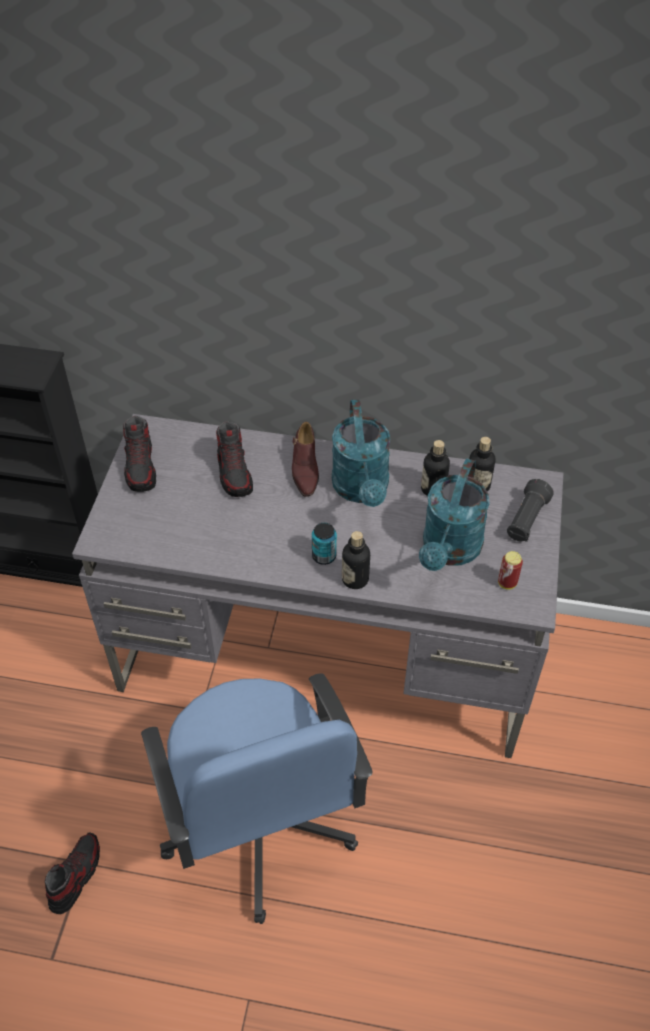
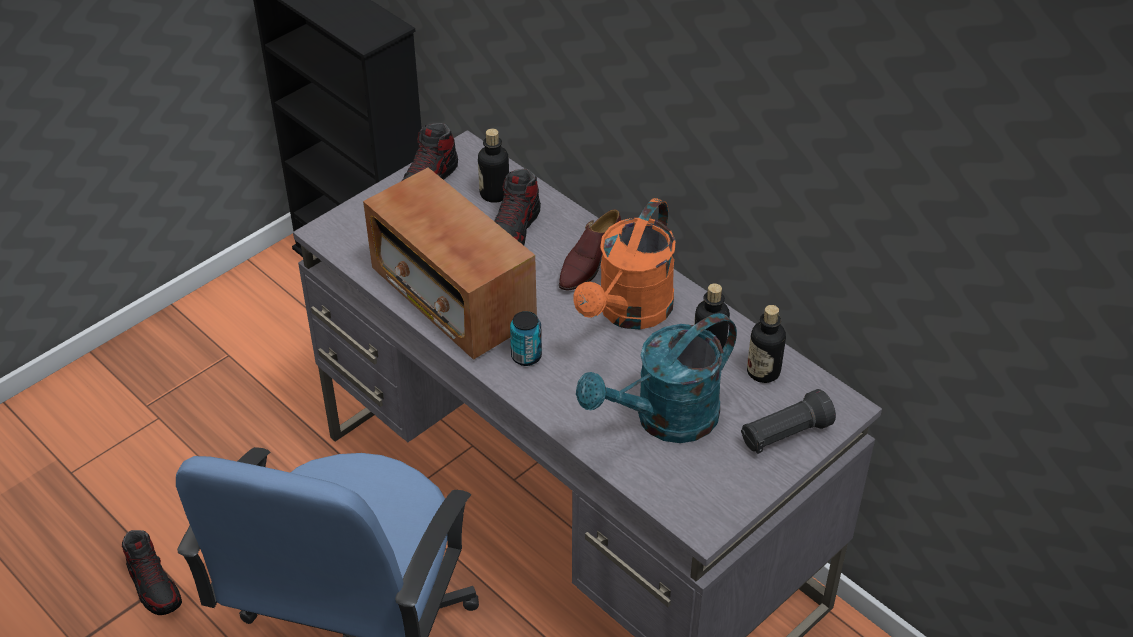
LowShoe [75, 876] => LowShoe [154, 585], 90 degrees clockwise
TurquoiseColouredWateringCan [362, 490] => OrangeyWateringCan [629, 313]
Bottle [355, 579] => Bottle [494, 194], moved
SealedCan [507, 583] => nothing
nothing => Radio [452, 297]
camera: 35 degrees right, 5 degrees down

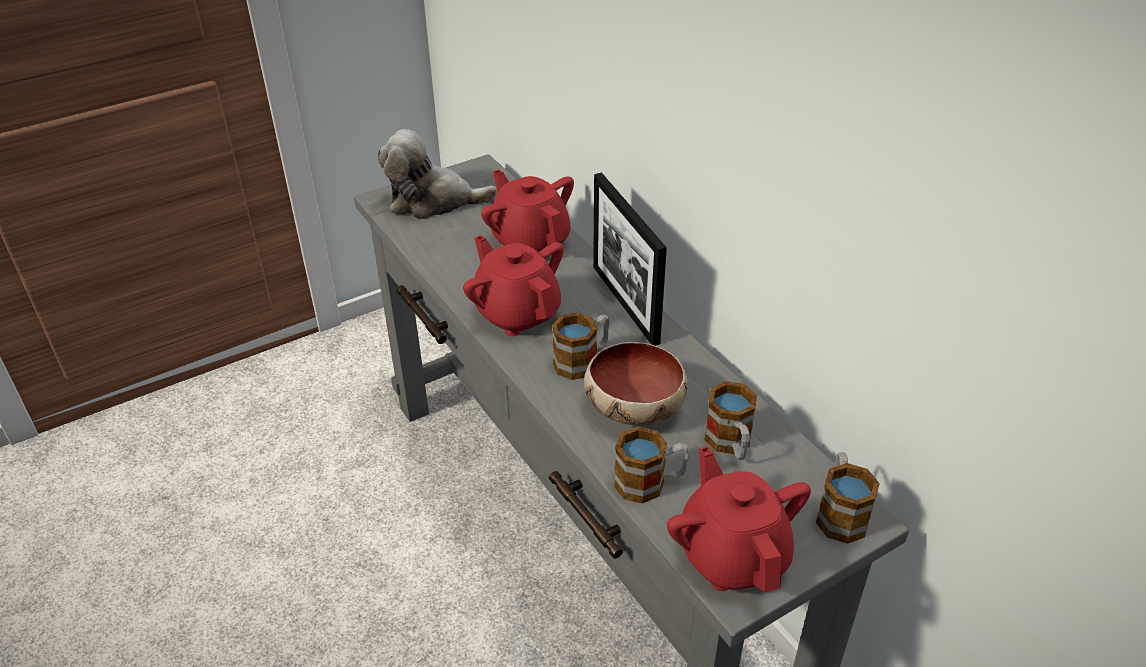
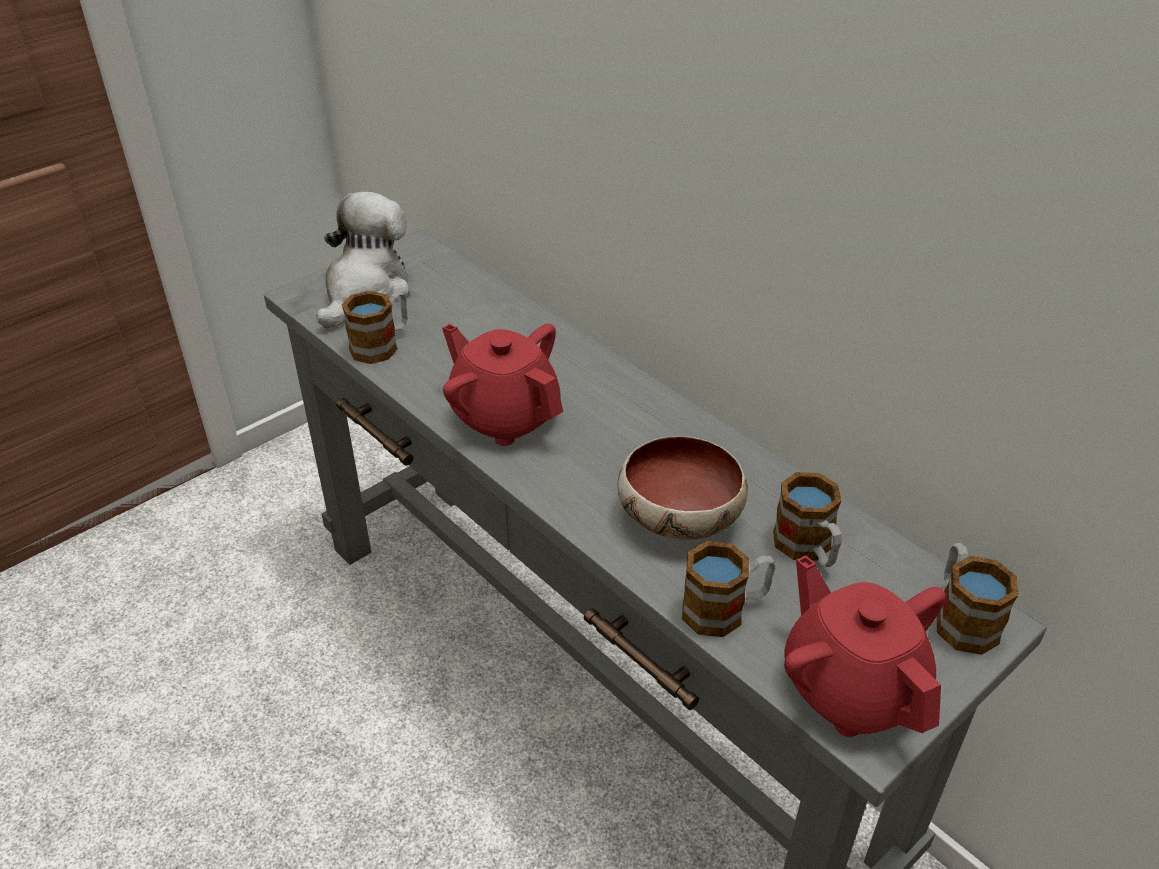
PlushToy [433, 201] => PlushToy [365, 291], 120 degrees clockwise
ReddishTeaPot [530, 241] => nothing
TeaMug [582, 360] => TeaMug [382, 345], moved
PictureFrame [625, 304] => nothing
camera: 10 degrees left, 0 degrees up

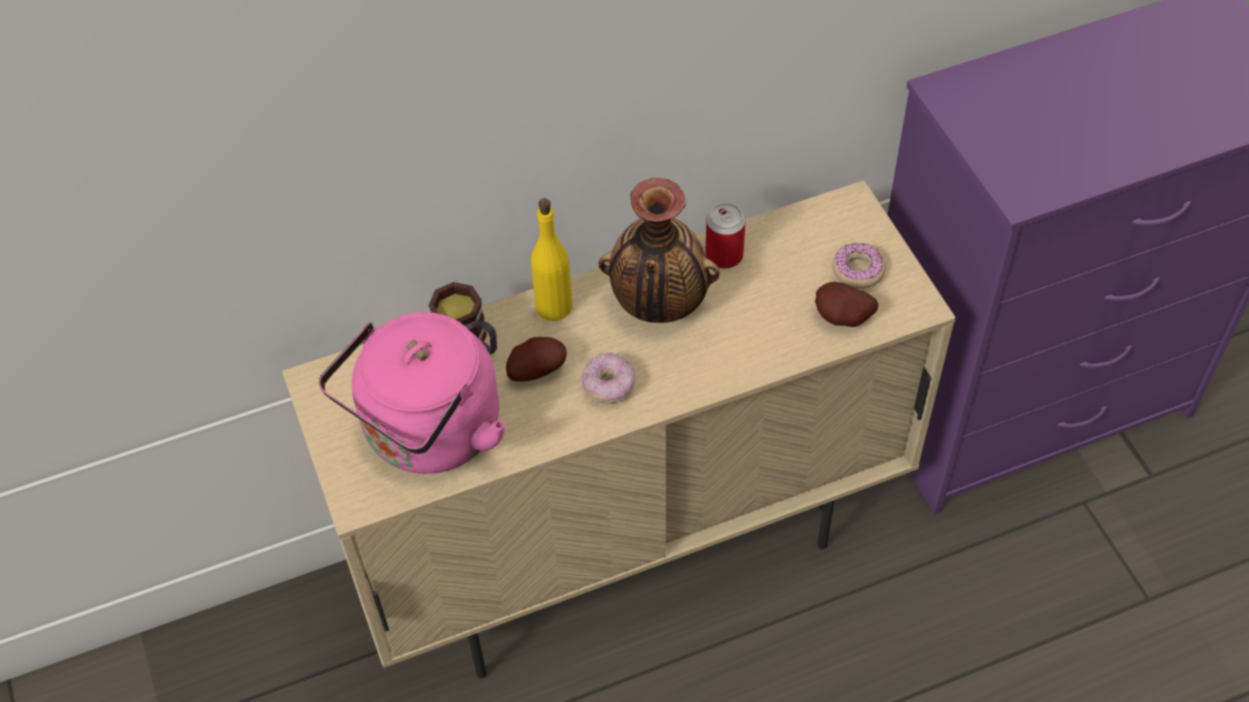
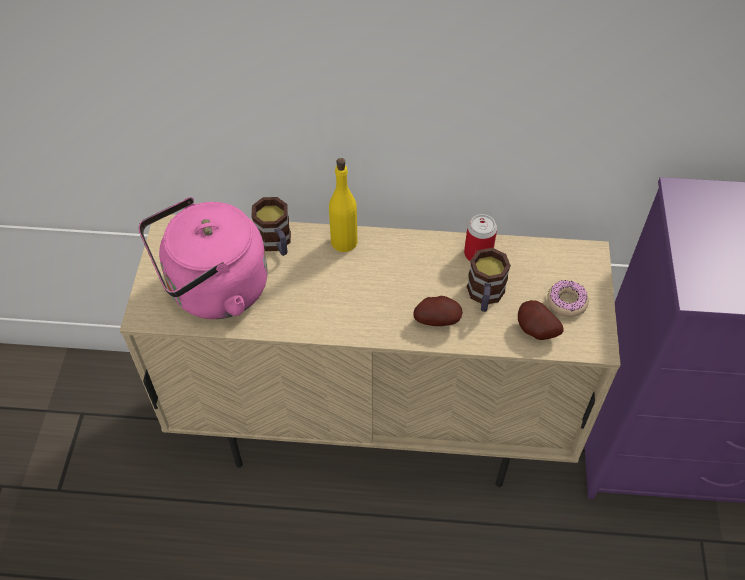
Potato [536, 370] => Potato [437, 319], moved
Doughnut [609, 386] => nothing
Vase [658, 304] => nothing
nothing => TeaMug [485, 296]
camera: 25 degrees right, 0 degrees up

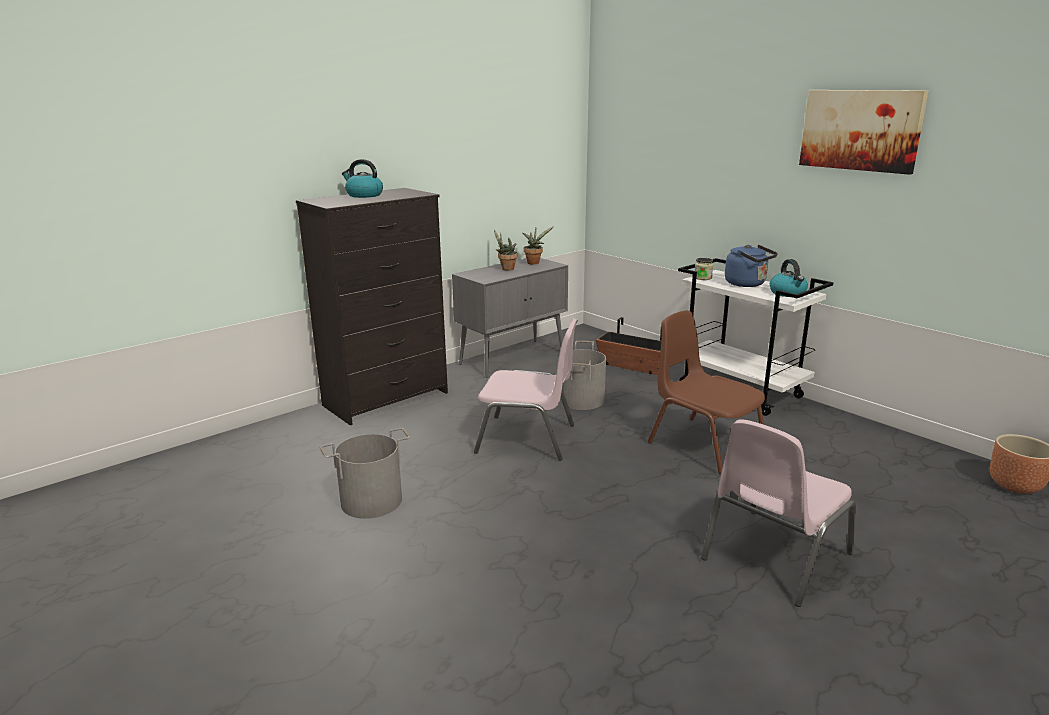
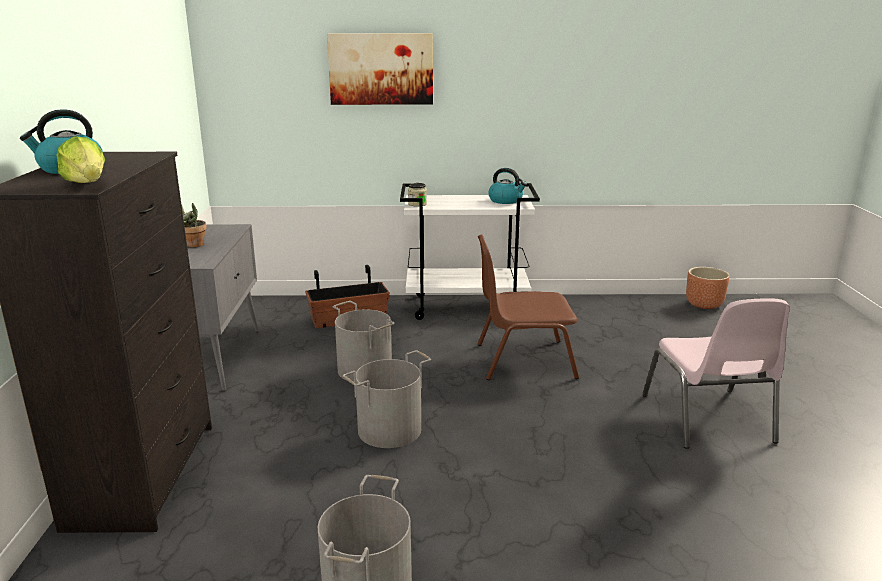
PinkColouredChair [528, 439] => GrayBucket [390, 430]
PlantInAPot [534, 262] => nothing
BlueColouredTeaKettle [747, 284] => nothing
Picture [860, 130] => Picture [381, 69], moved
nothing => HeadOfLettuce [87, 185]
camera: 50 degrees left, 0 degrees up

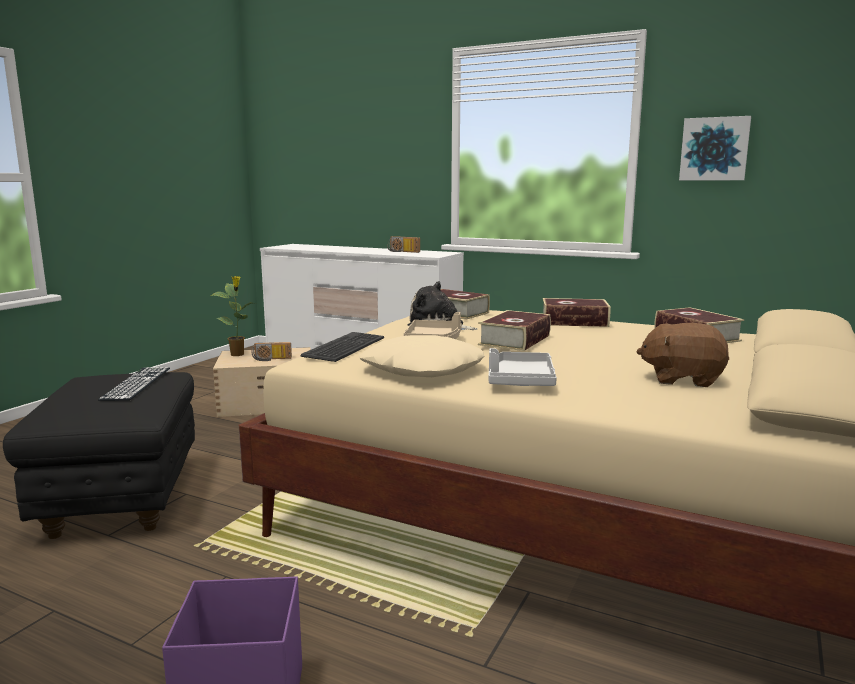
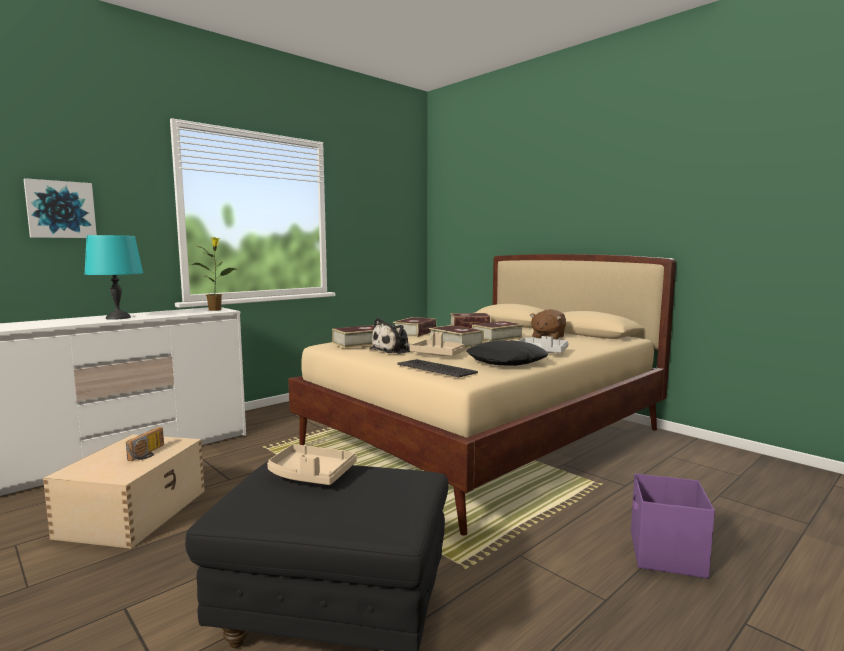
Keyboard [136, 383] => SandColouredCarryingTray [311, 475]
PlantInAPot [238, 354] => PlantInAPot [215, 310], moved
SandColouredThrowPillow [421, 369] => BlackishThrowPillow [506, 362]
Radio [402, 252] => nothing
Picture [714, 149] => Picture [61, 209], moved
nothing => TurquoiseColouredTabletopLamp [117, 318]
nothing => Volume [497, 337]
camera: 70 degrees left, 5 degrees down

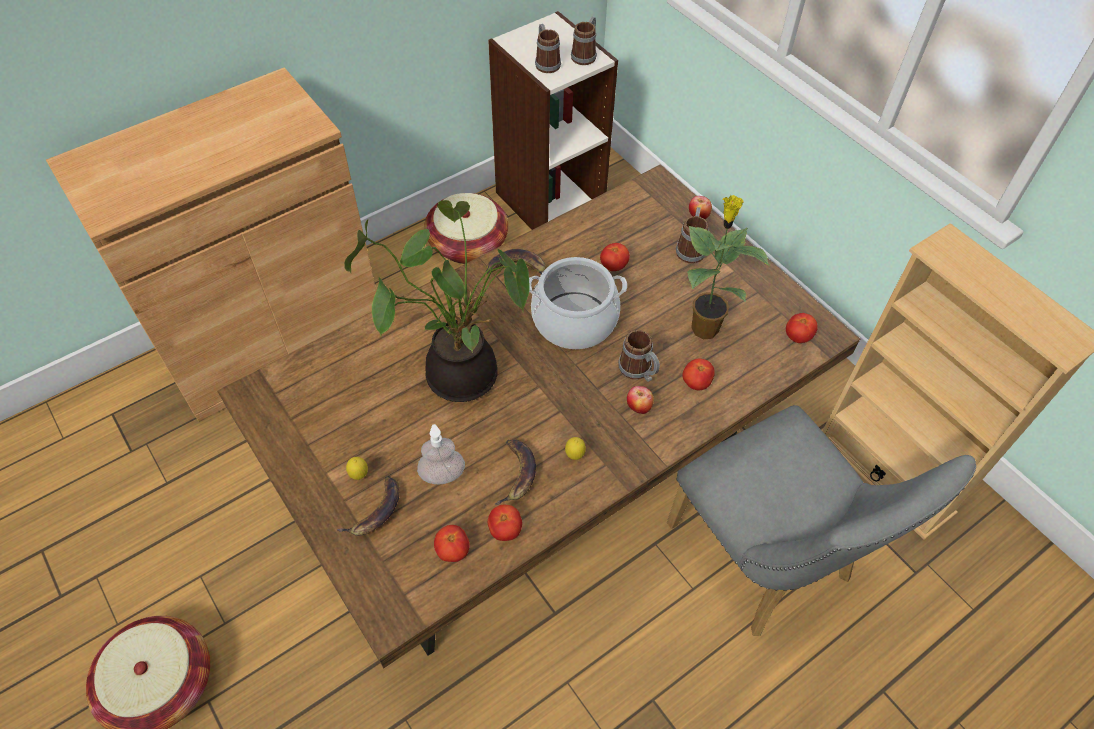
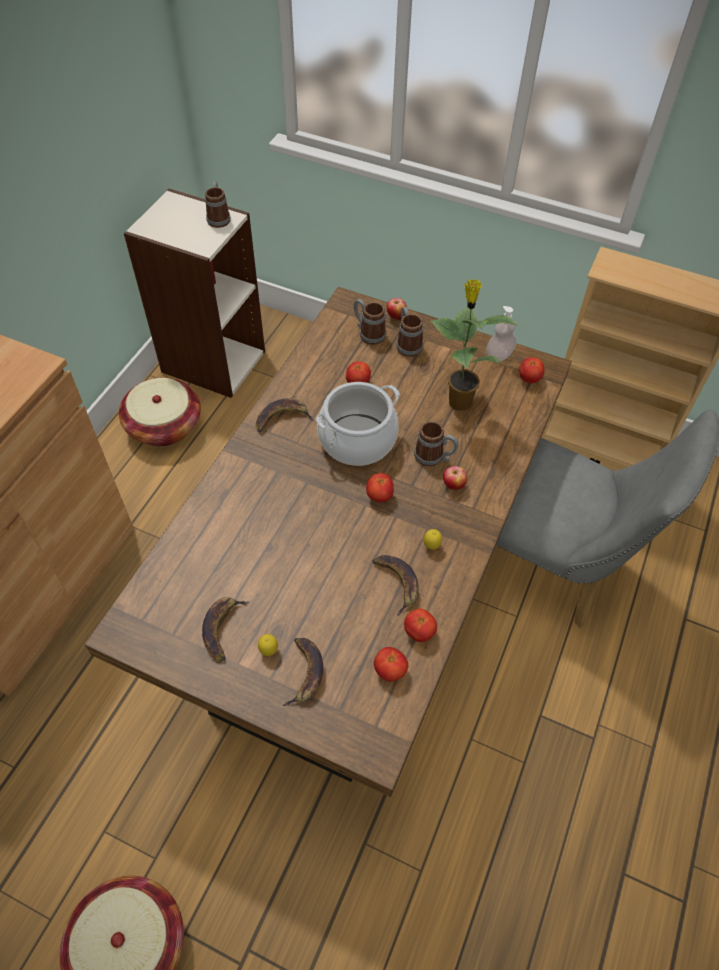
PlantInAPot [460, 370] => nothing
SoapBottle [442, 475] => SoapBottle [499, 355], moved
TeaMug [546, 62] => TeaMug [368, 333], moved
FreshTomato [696, 383] => FreshTomato [379, 496], moved
nothing => BananaFruit [222, 628]
camera: 30 degrees left, 0 degrees up

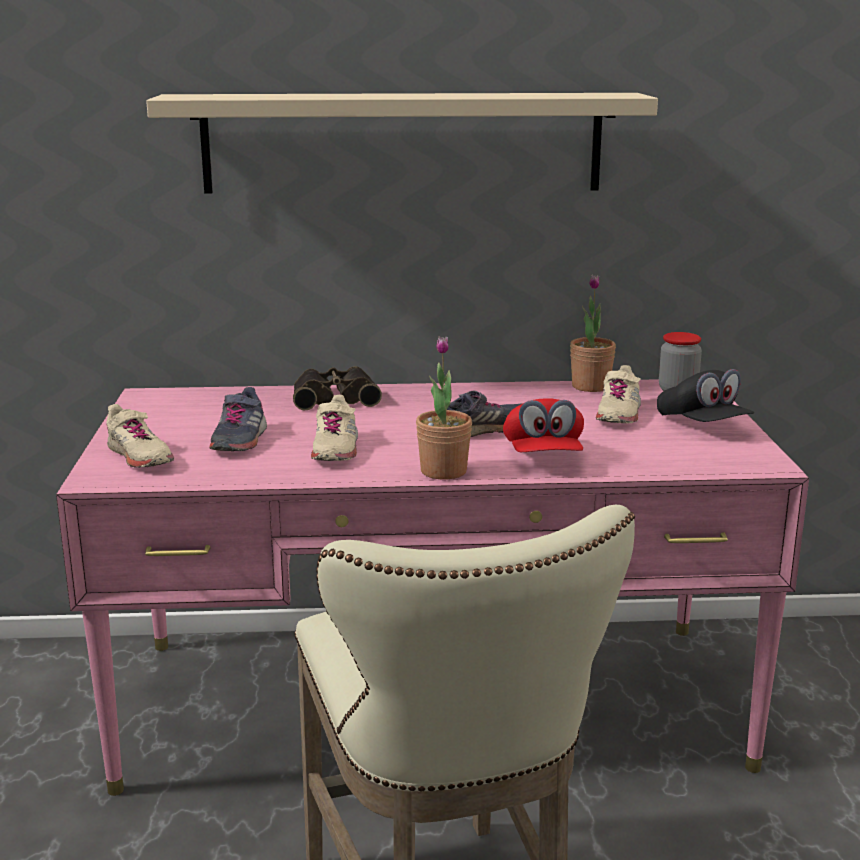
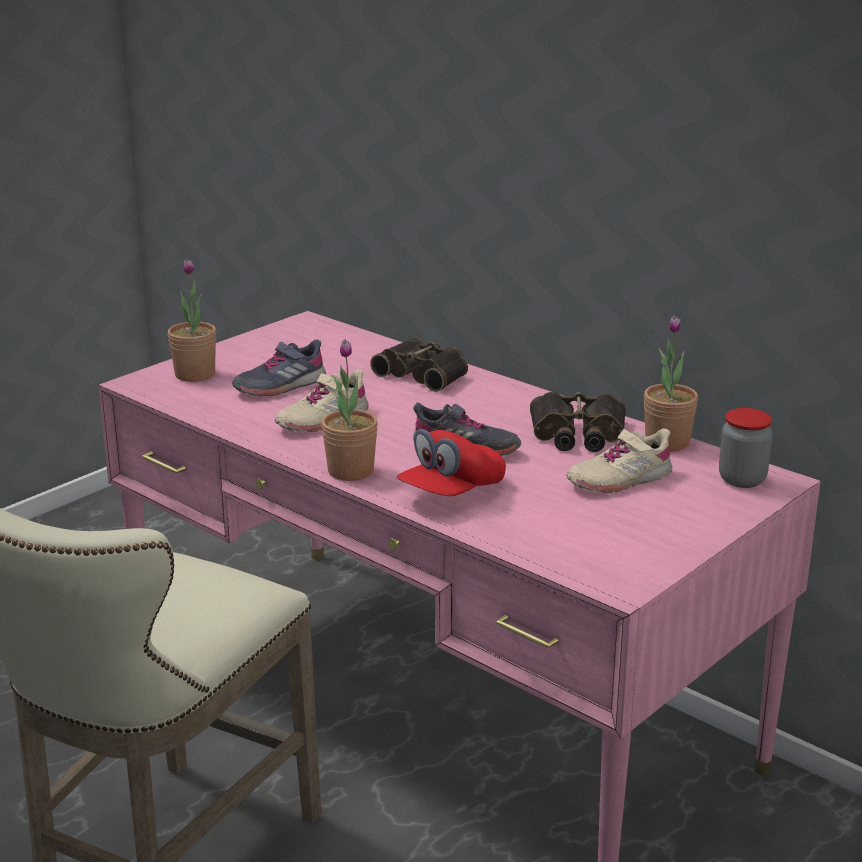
SandColouredLowShoe [139, 456] => PlantInAPot [195, 374]
SandColouredBracketShelf [402, 143] => nothing
BlackishCap [702, 425] => nothing
nothing => FieldGlasses [577, 434]
camera: 45 degrees right, 5 degrees up

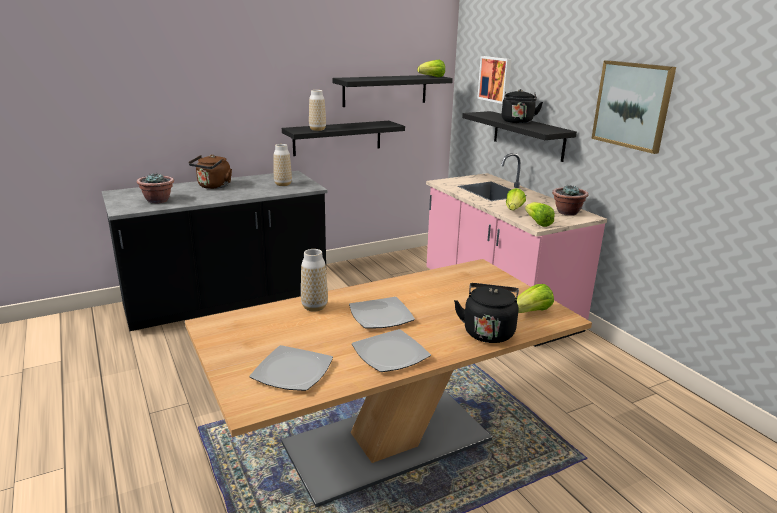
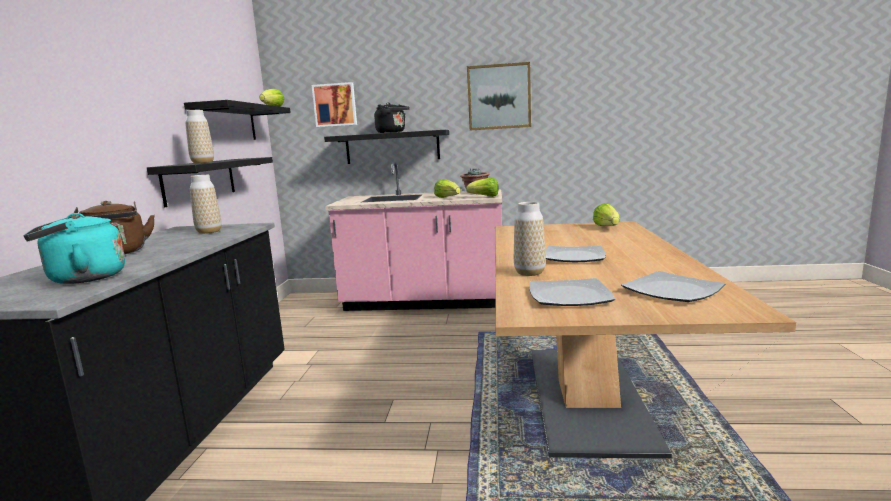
PlantInAPot [158, 200] => TurquoiseColouredTeaKettle [82, 279]
FlatDish [391, 354] => FlatDish [570, 296], moved
BlackishTeaKettle [488, 331] => nothing
camera: 55 degrees left, 10 degrees down

